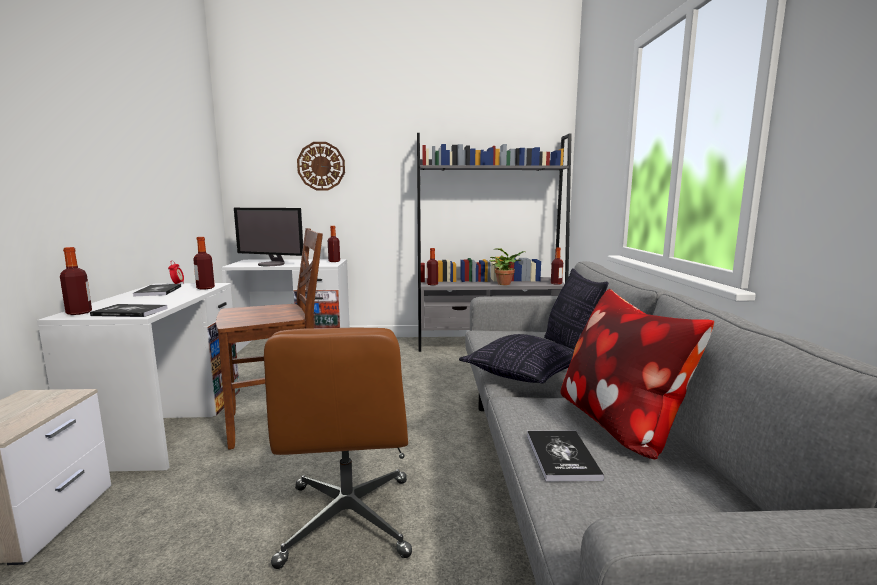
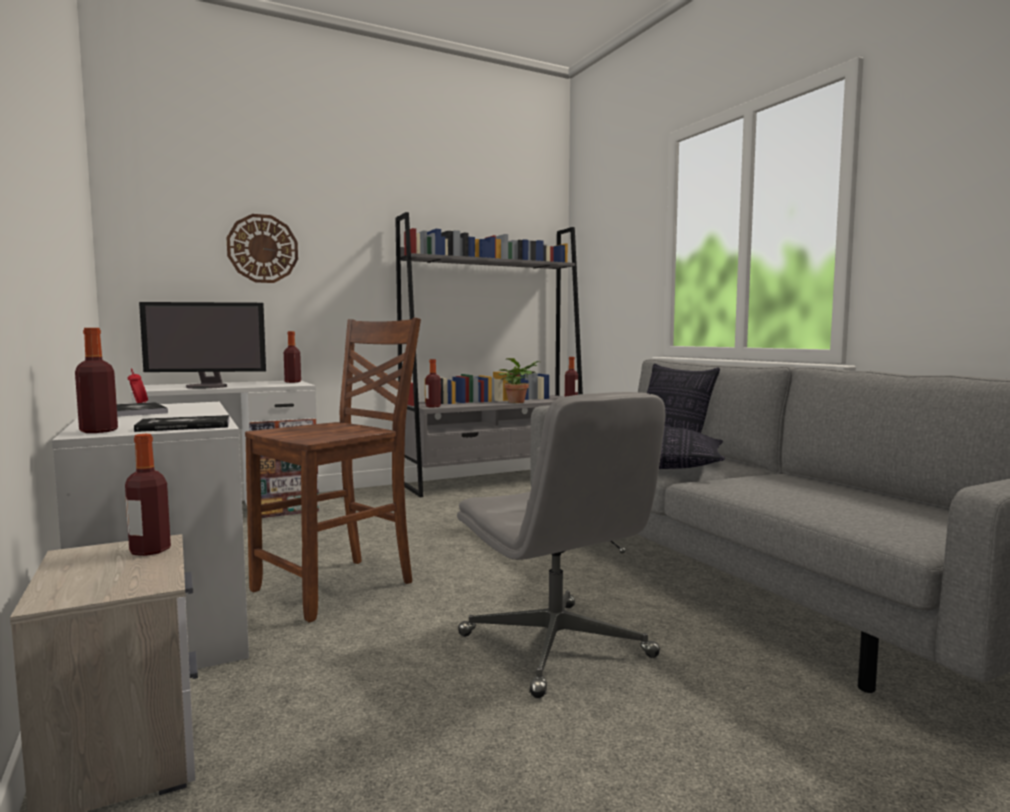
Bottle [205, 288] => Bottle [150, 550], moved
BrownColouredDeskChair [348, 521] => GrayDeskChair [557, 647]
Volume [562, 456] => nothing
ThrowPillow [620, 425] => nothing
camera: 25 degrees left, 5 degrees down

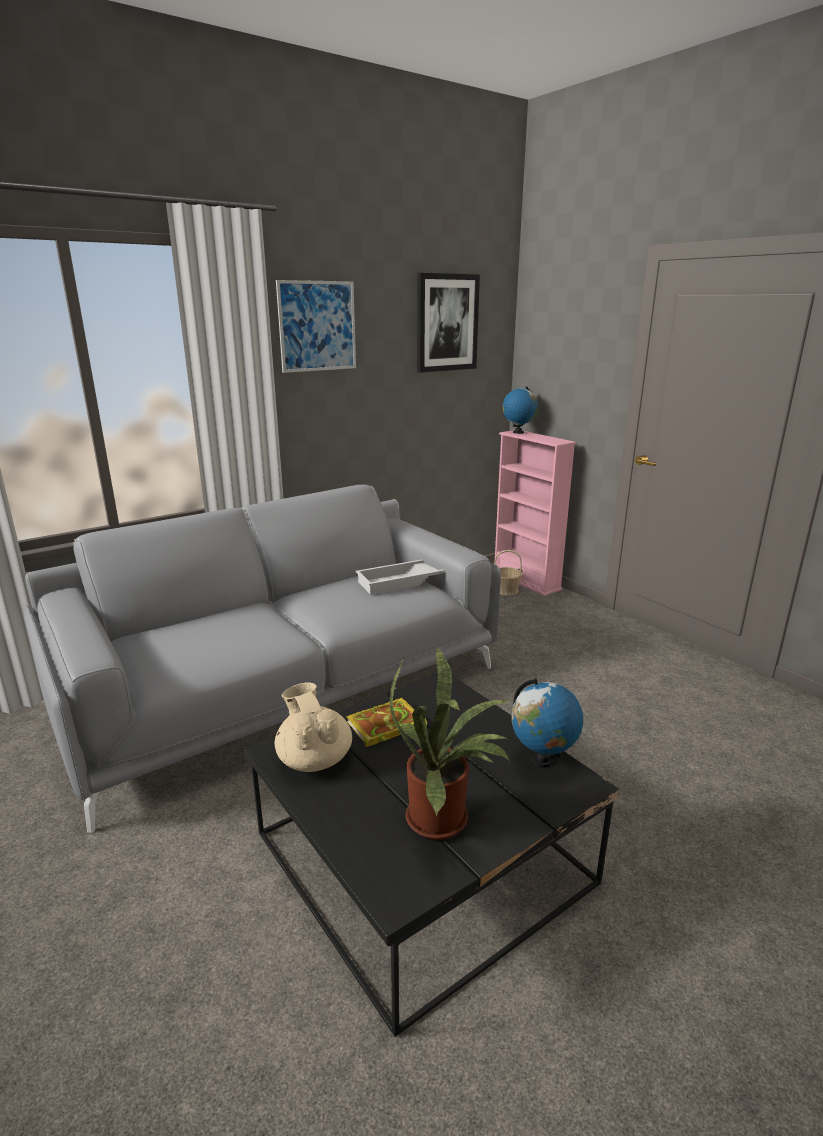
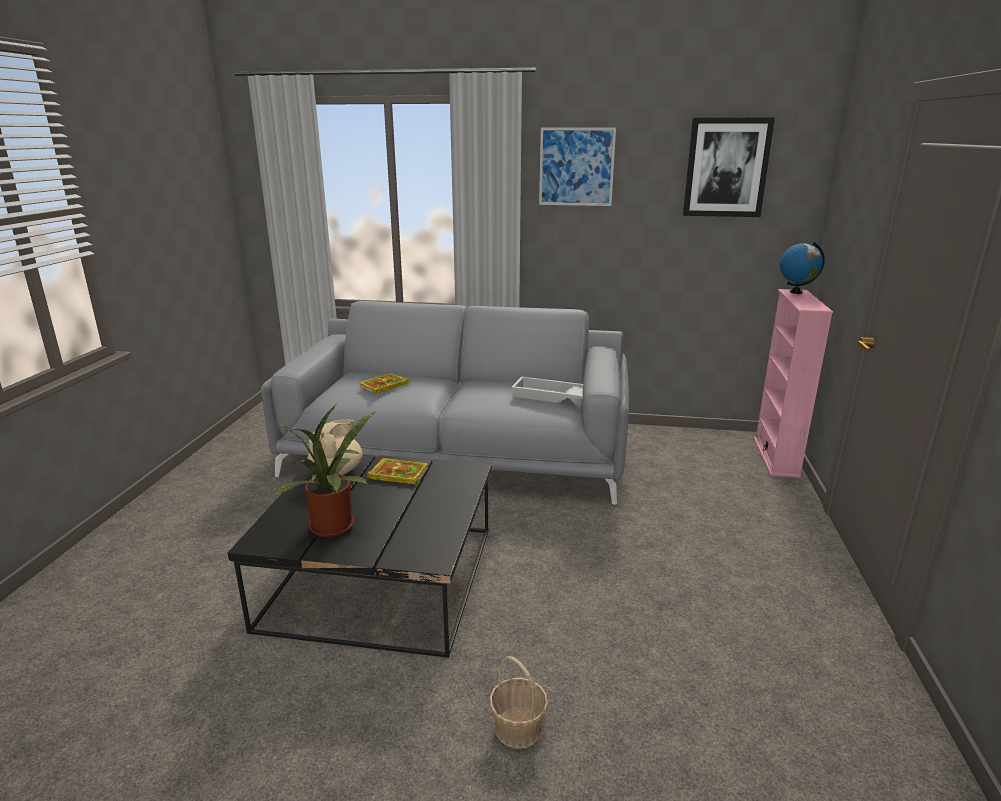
HouseholdBasket [506, 590] => HouseholdBasket [518, 728], moved
DeskGlobe [542, 760] => nothing
nothing => Volume [383, 386]
camera: 45 degrees right, 0 degrees up

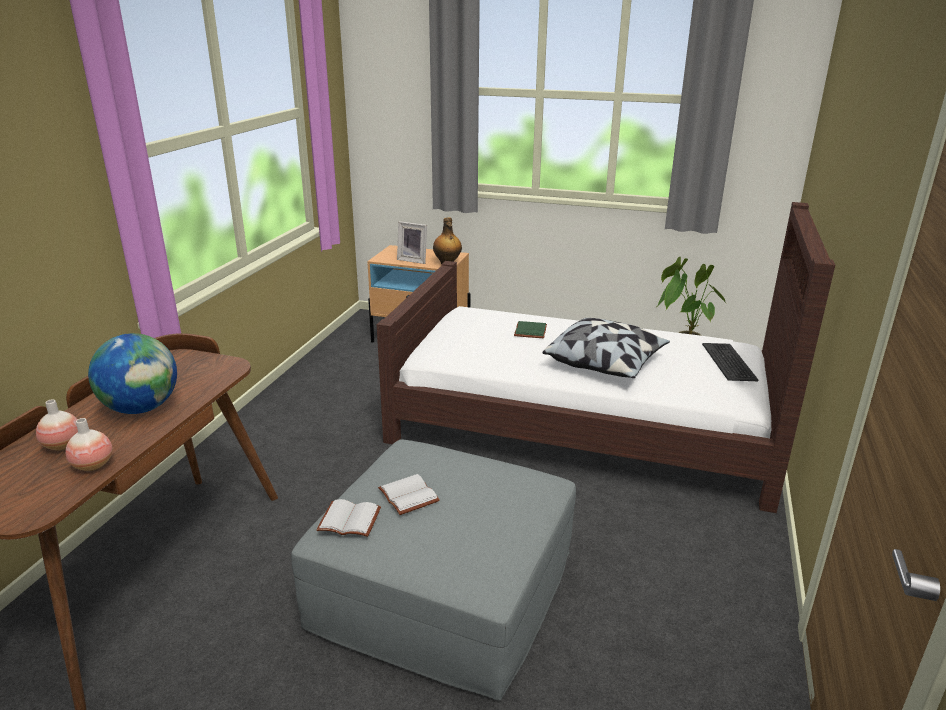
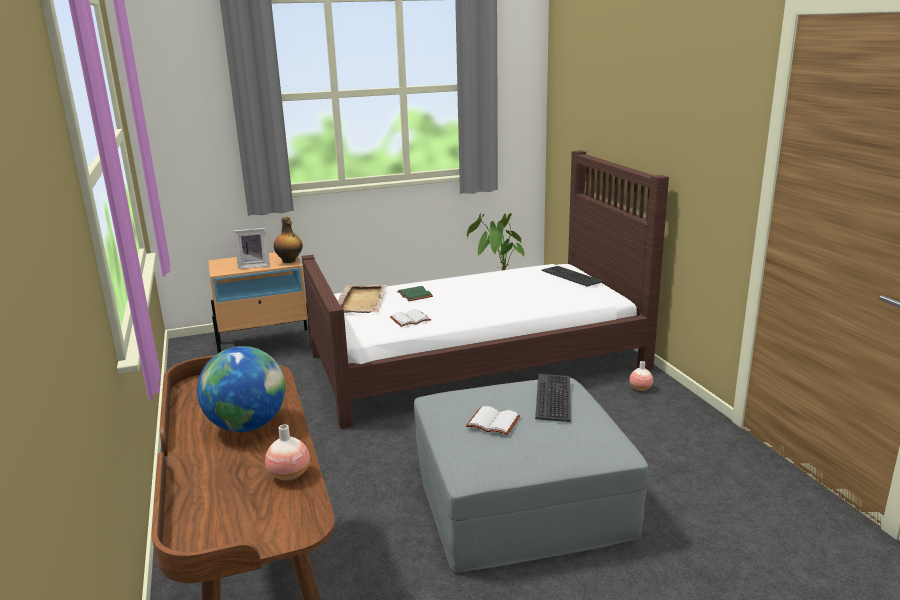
Vase [63, 445] => Vase [640, 388], moved
WhiteColouredVolume [351, 519] => WhiteColouredVolume [410, 319], moved
ThrowPillow [606, 363] => nothing
nothing => SandColouredCarryingTray [361, 300]
nothing => Keyboard [554, 398]
camera: 35 degrees left, 5 degrees down

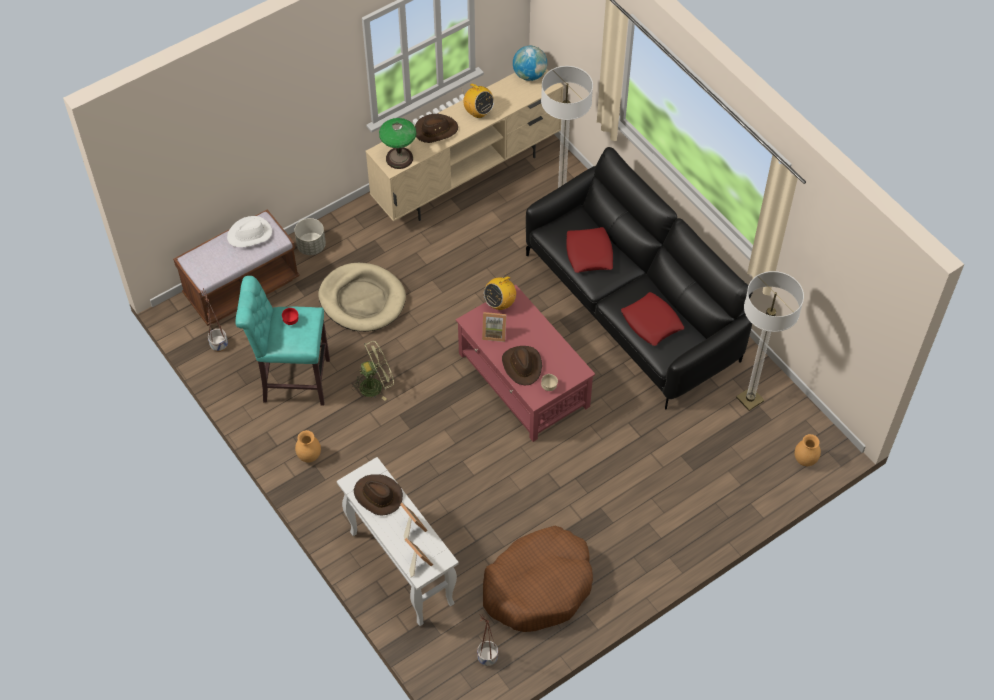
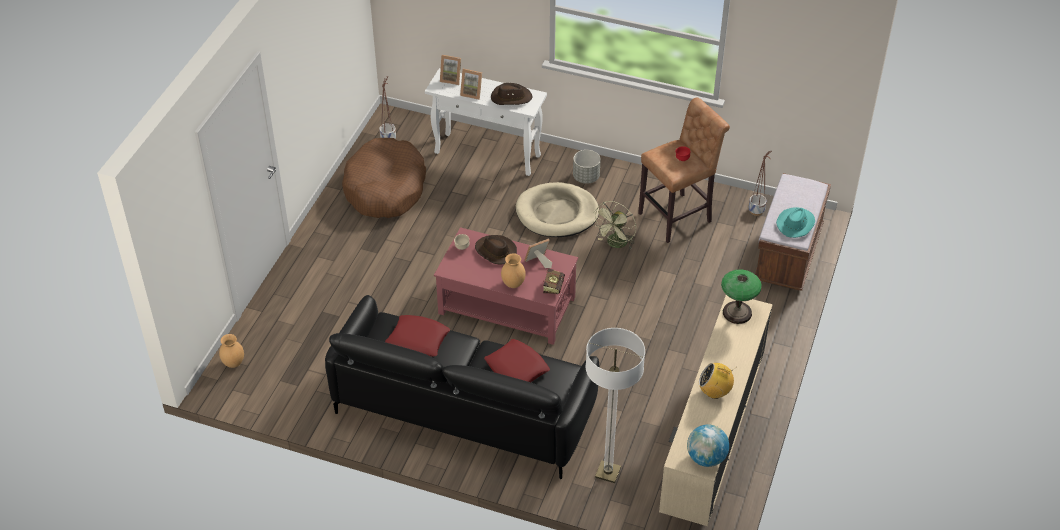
WhiteColouredWearableHat [250, 234] => TurquoiseColouredWearableHat [795, 223]
TurquoiseColouredSittingStool [292, 380] => BrownColouredSittingStool [678, 216]
GrayPlantPot [311, 246] => GrayPlantPot [586, 177], moved
BrownColouredVase [309, 457] => BrownColouredVase [513, 284], moved
SandColouredDogBed [362, 300] => SandColouredDogBed [557, 213], moved
BrownColouredWearableHat [435, 130] => nothing
Radio [500, 303] => Volume [554, 285]
FloorLamp [750, 399] => nothing
camera: 145 degrees right, 10 degrees down

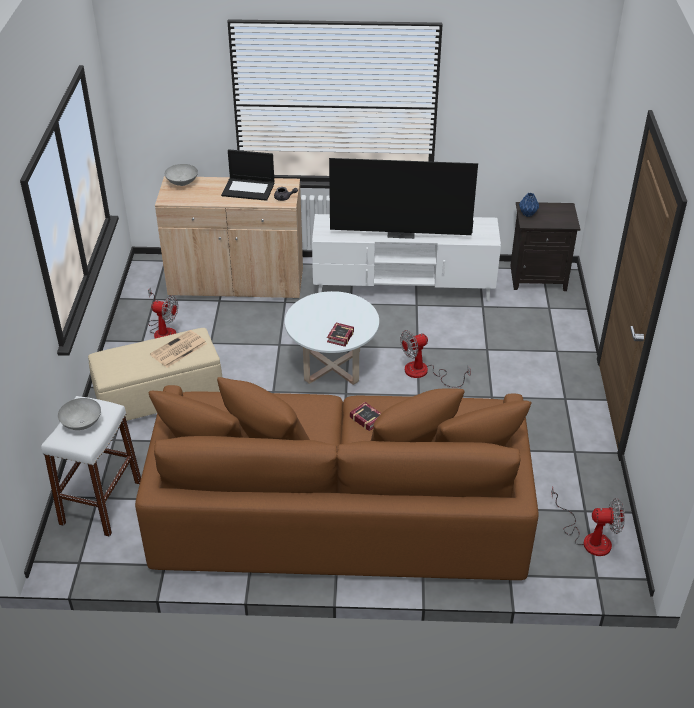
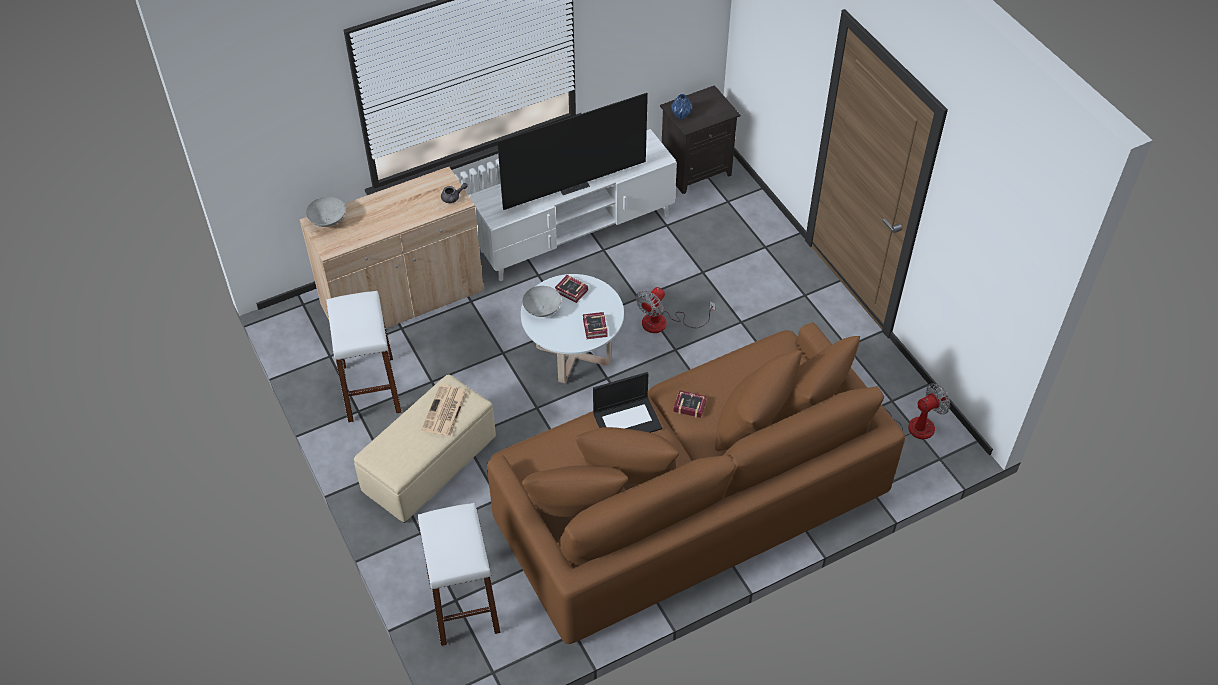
GrayServingBowl [81, 423] => GrayServingBowl [541, 309], moved
ElectricFan [163, 330] => WhiteColouredSittingStool [370, 388]
PortableComputer [249, 189] => PortableComputer [627, 420], moved
nothing => Volume [572, 292]
camera: 30 degrees left, 10 degrees up

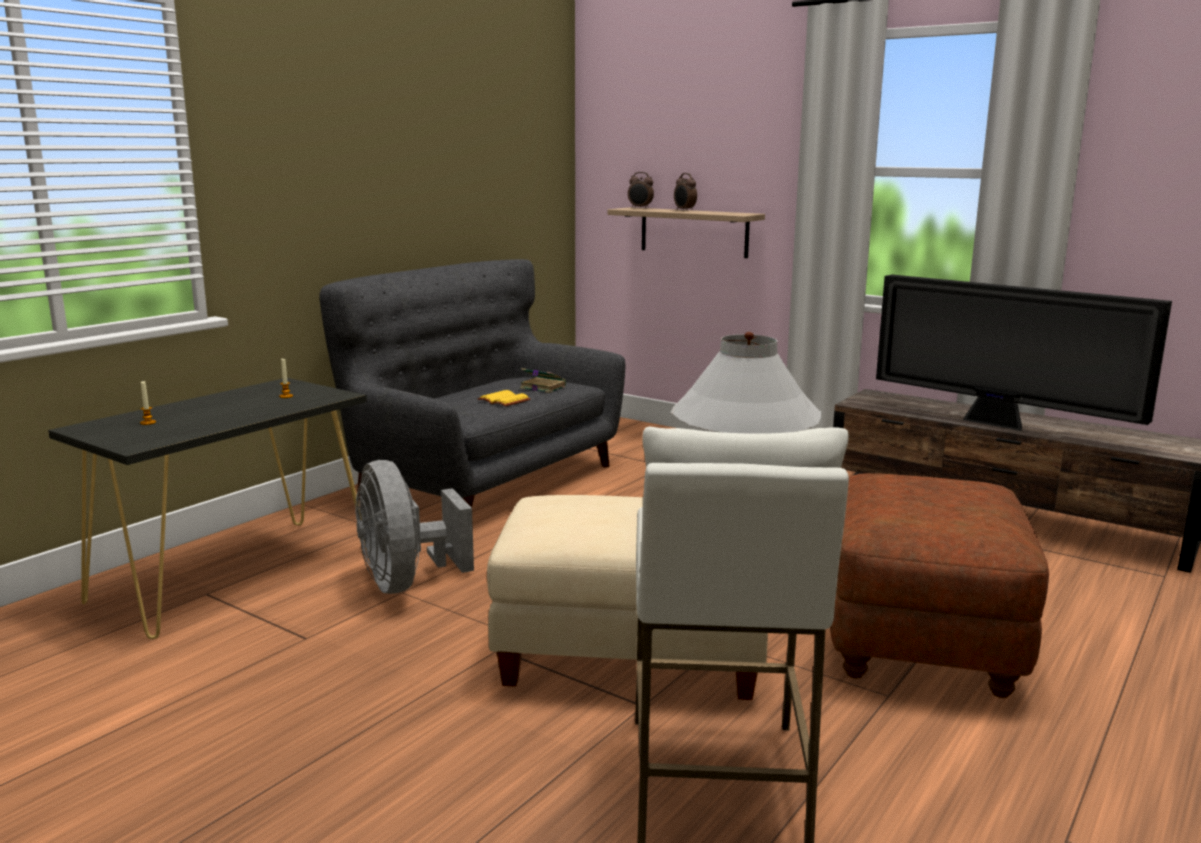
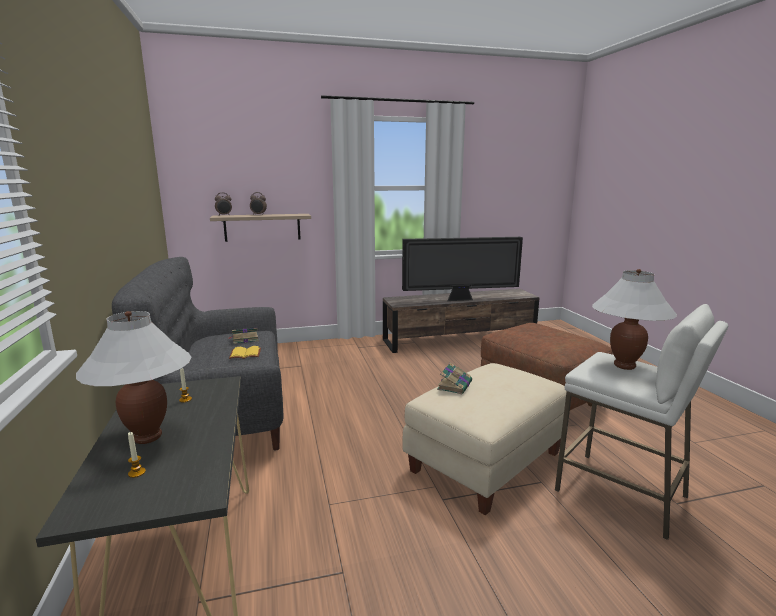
GrayElectricFan [406, 582] => nothing
nothing => WhiteColouredTabletopLamp [147, 437]
nothing => Volume [455, 385]
camera: 50 degrees left, 0 degrees up

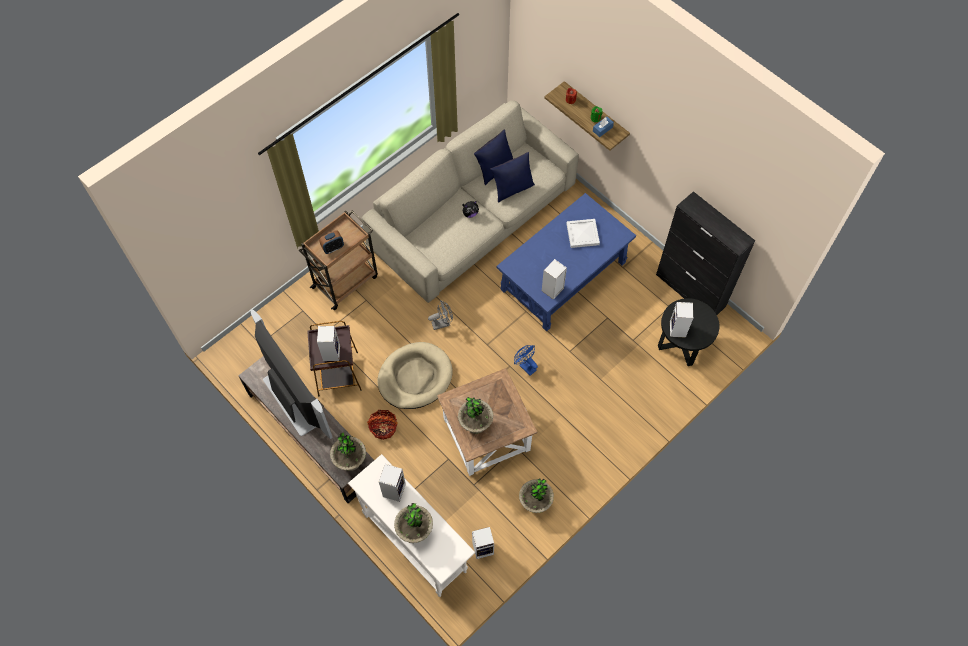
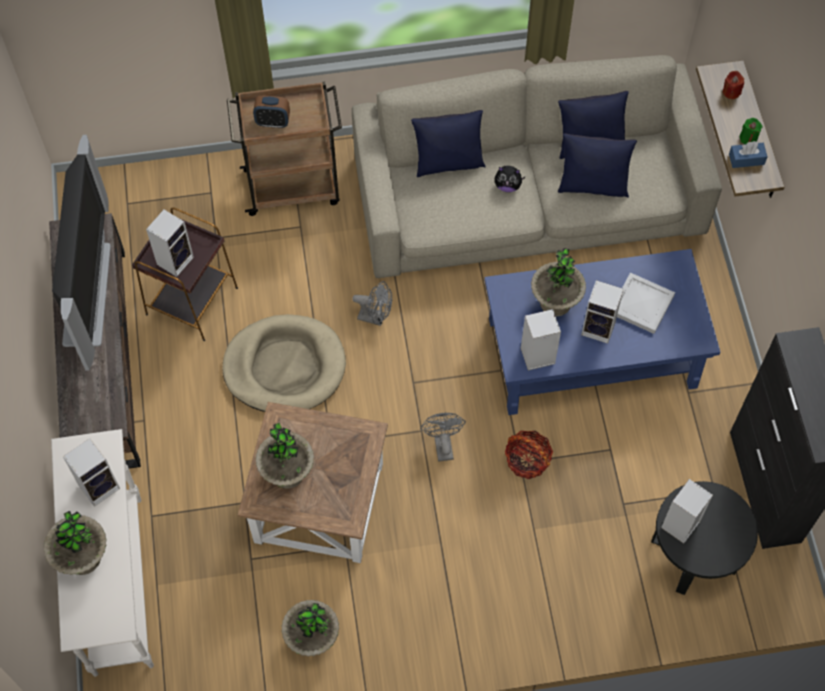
PlantInAPot [350, 461] => PlantInAPot [555, 302], moved
HouseholdBasket [383, 428] => HouseholdBasket [527, 460], moved
Loudspeaker [483, 548] => Loudspeaker [599, 328], moved
BlueColouredElectricFan [525, 366] => GrayElectricFan [442, 444]
nothing => BlueColouredThrowPillow [448, 163]
camera: 35 degrees right, 0 degrees up

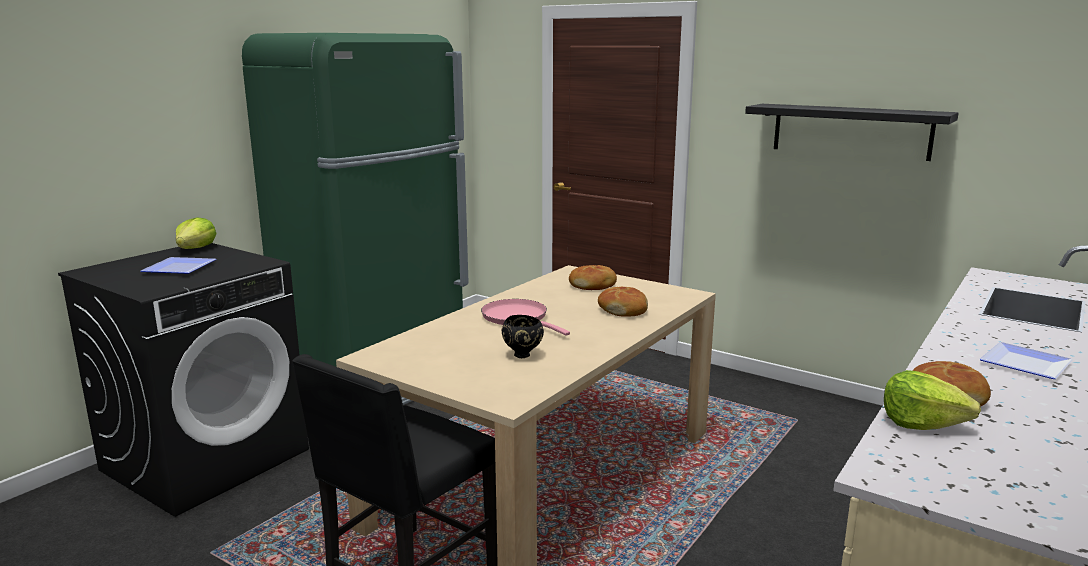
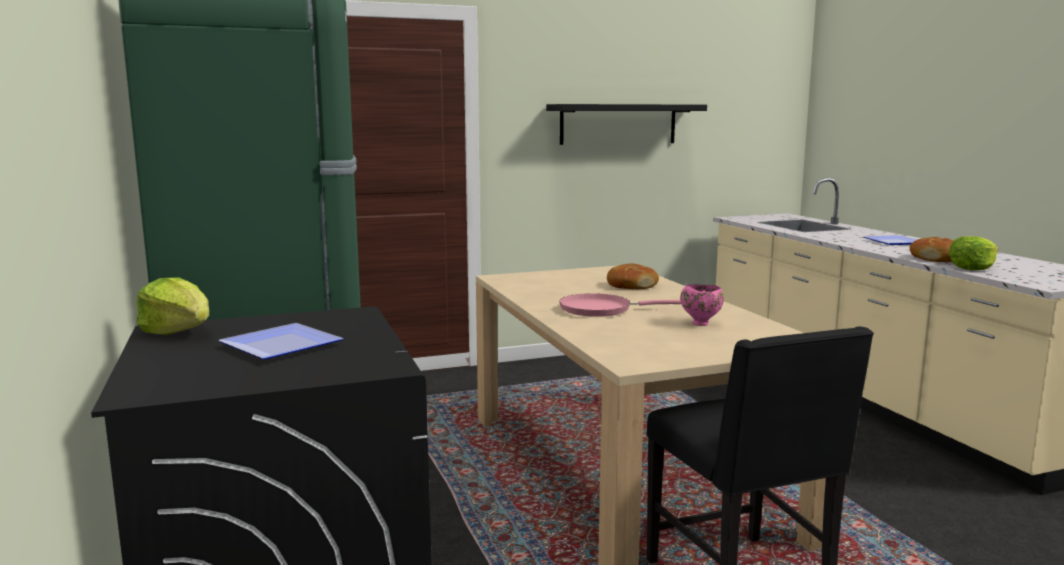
BlackishServingBowl [523, 355] => PinkColouredServingBowl [701, 323]
BakeryBread [593, 285] => nothing
camera: 55 degrees left, 5 degrees down

